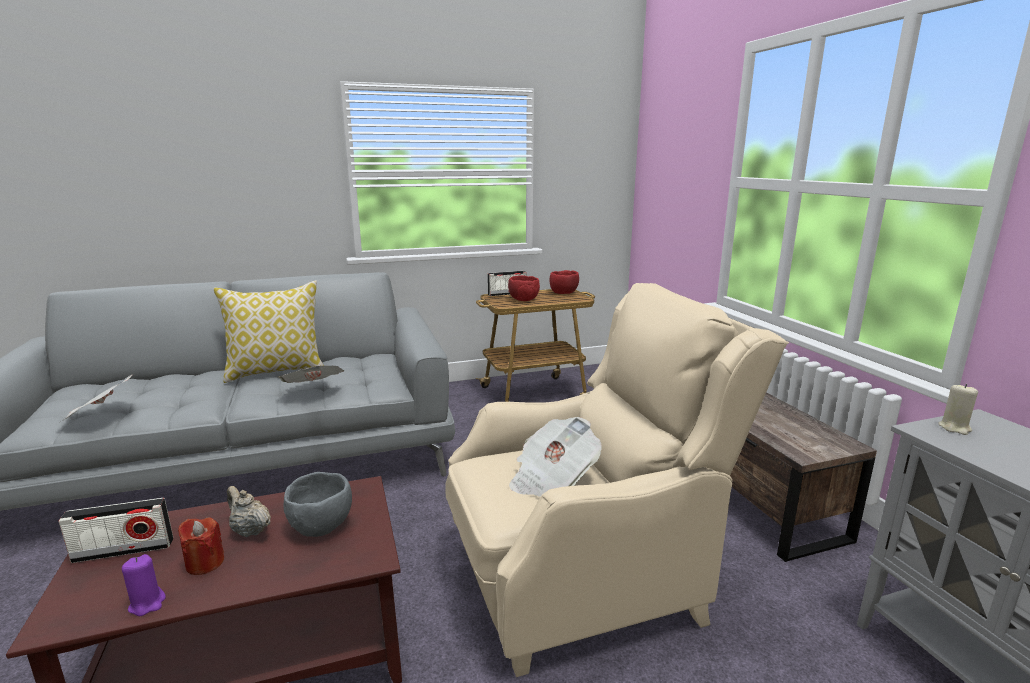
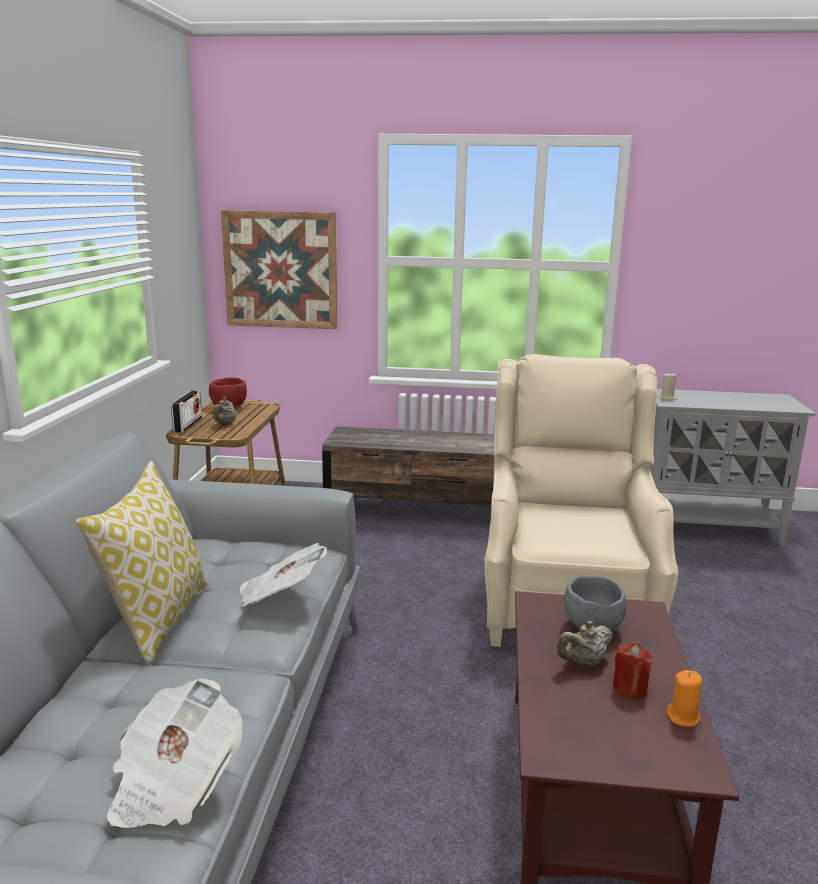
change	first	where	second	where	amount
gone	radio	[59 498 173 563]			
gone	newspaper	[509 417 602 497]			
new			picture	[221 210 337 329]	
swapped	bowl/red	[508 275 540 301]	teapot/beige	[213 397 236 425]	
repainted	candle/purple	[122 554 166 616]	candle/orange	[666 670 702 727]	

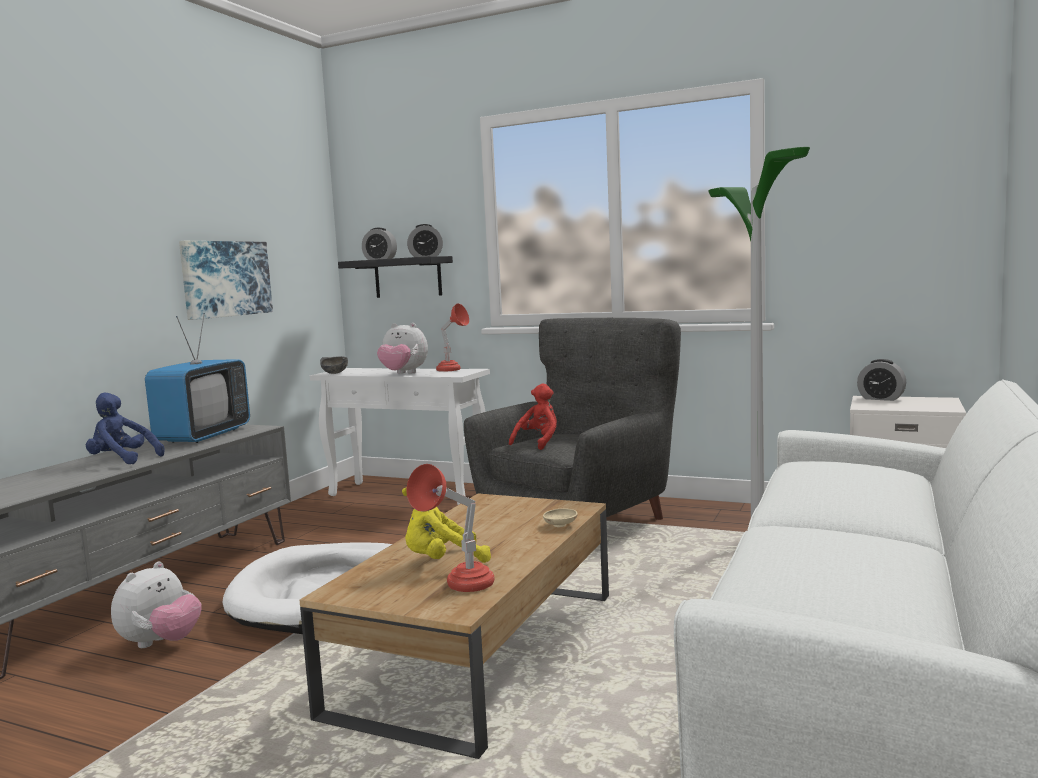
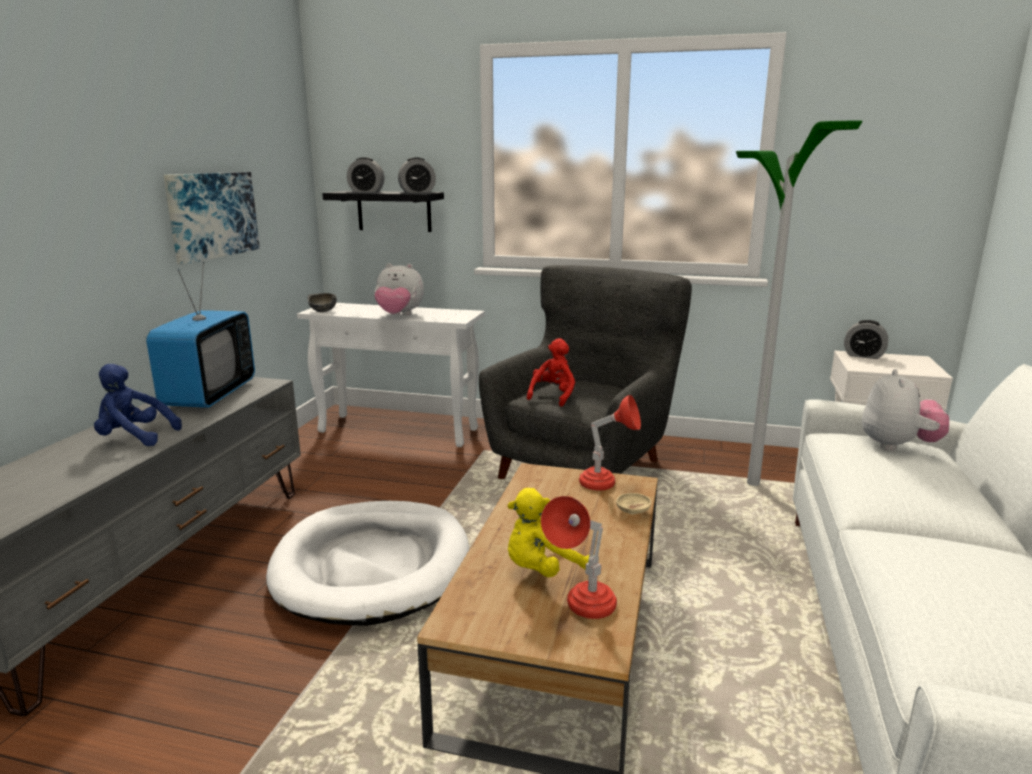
change	first	where	second	where	amount
shifted	plush toy	[111 562 202 648]		[862 369 949 451]	
shifted	table lamp/red	[436 303 469 372]		[579 395 641 491]	

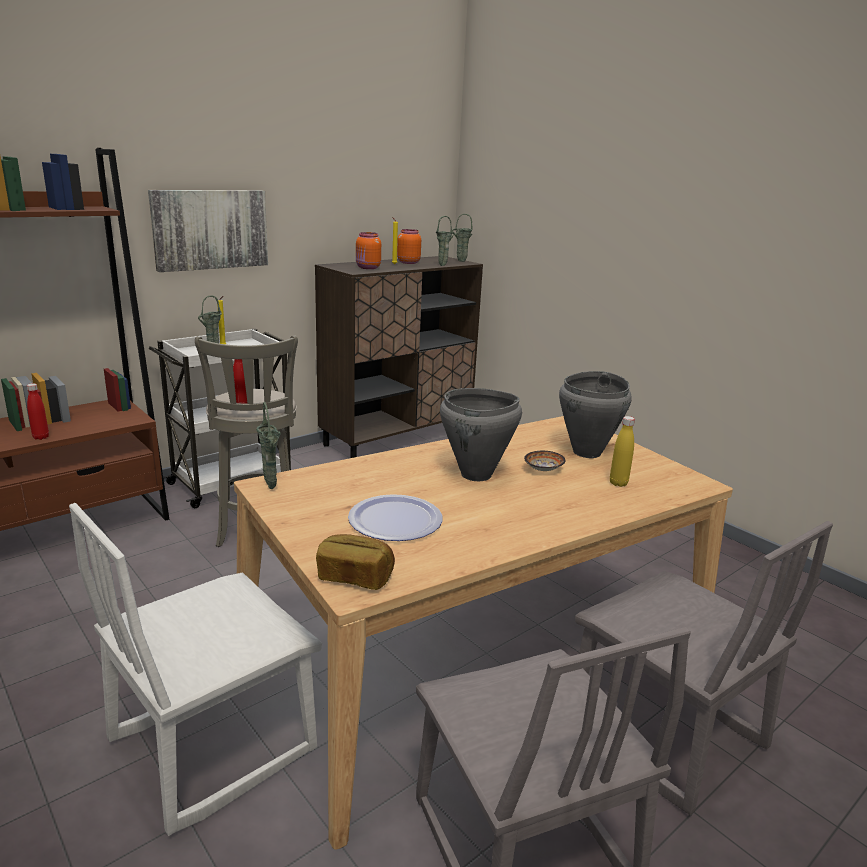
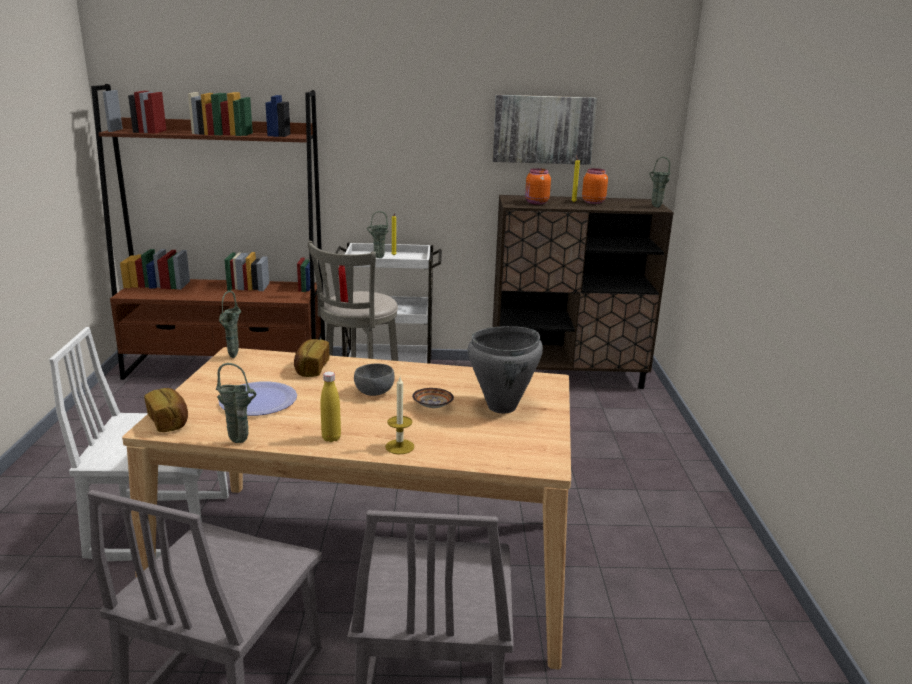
change	first	where	second	where	amount
gone	bottle/red	[27 383 49 440]			
new			bread	[294 339 329 377]	
new			candle	[386 377 414 454]	
shifted	picture	[148 190 268 272]		[492 95 597 165]	
shifted	vase/green	[436 216 455 266]		[216 363 256 443]	
shifted	bottle/yellow	[610 416 635 487]		[320 371 341 442]	
swapped	cooking pot/grey	[440 388 522 481]	bowl/grey	[354 363 395 396]	

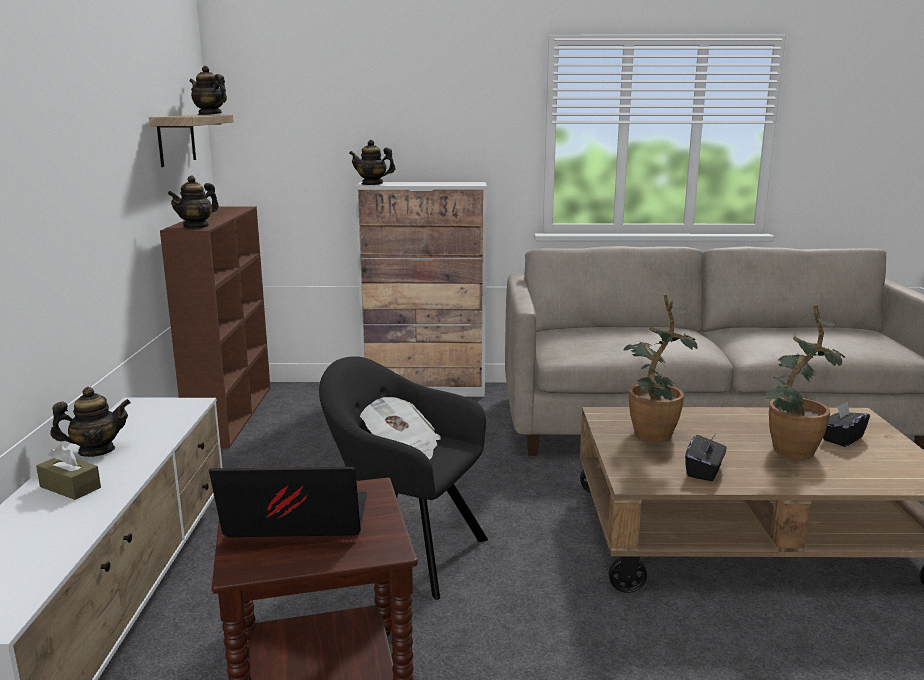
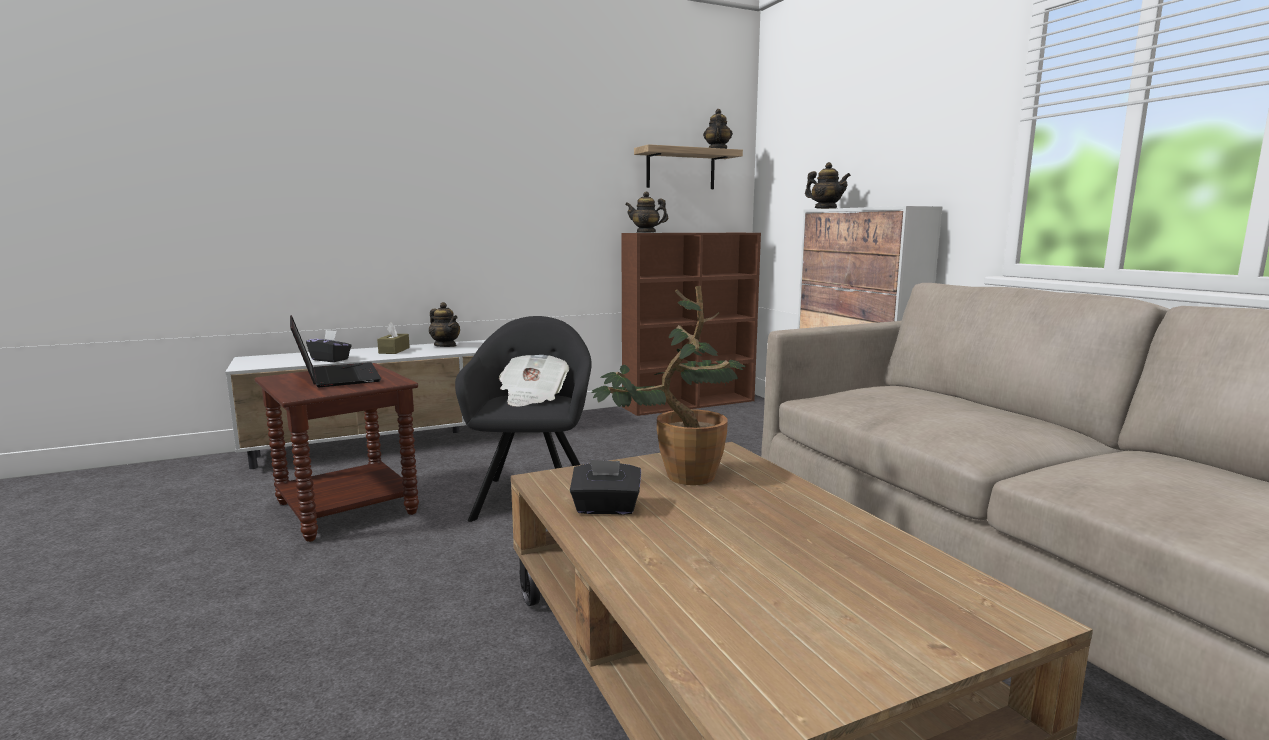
change	first	where	second	where	amount
gone	potted plant	[766 304 845 460]			
shifted	tissue box/black	[823 401 870 447]		[306 330 351 362]	
rotated	teapot	[349 140 396 185]		[805 162 851 209]	150 degrees clockwise

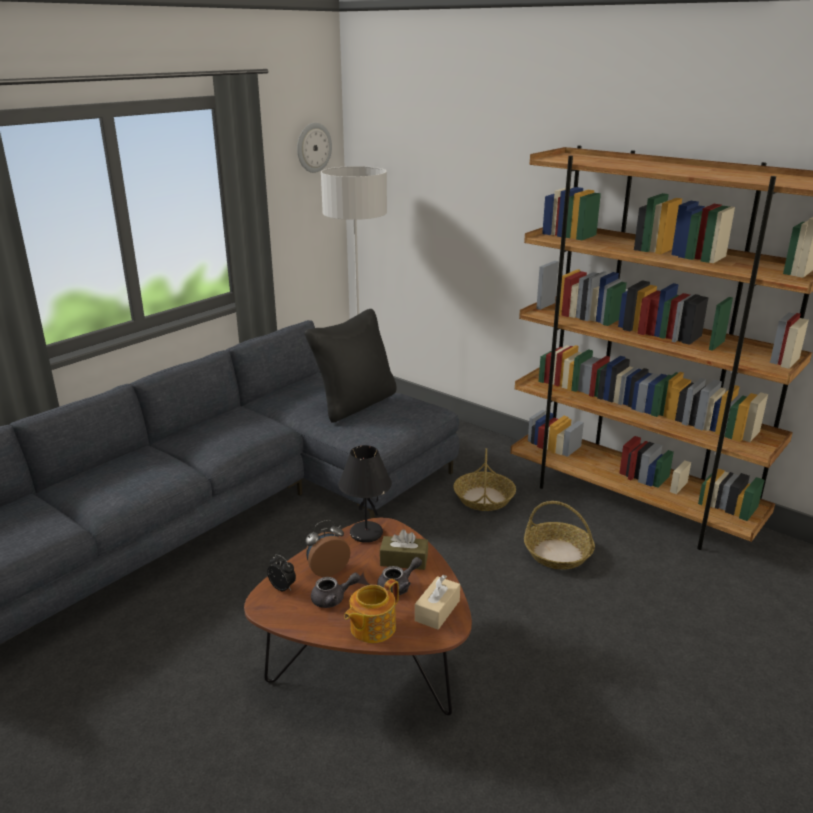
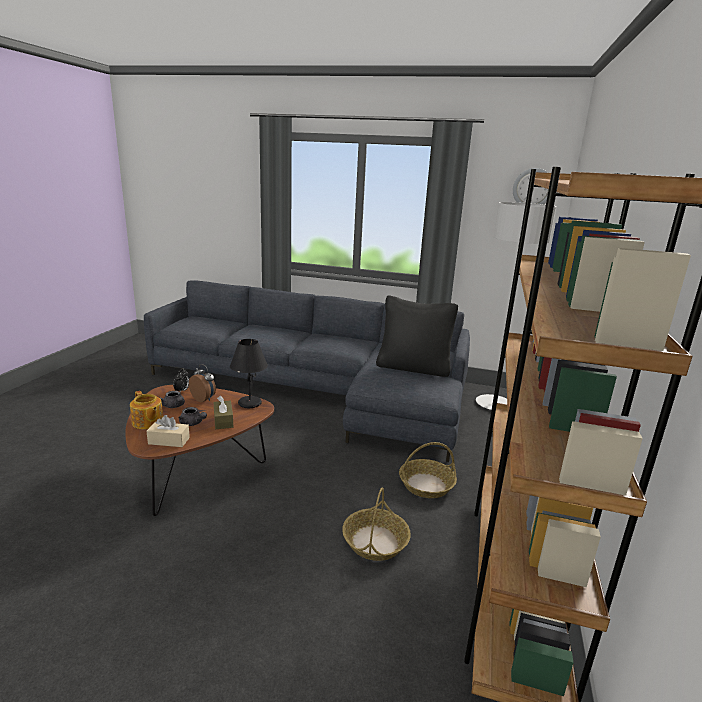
change	first	where	second	where	amount
rotated	teapot	[344 579 399 643]		[130 391 163 429]	150 degrees counterclockwise

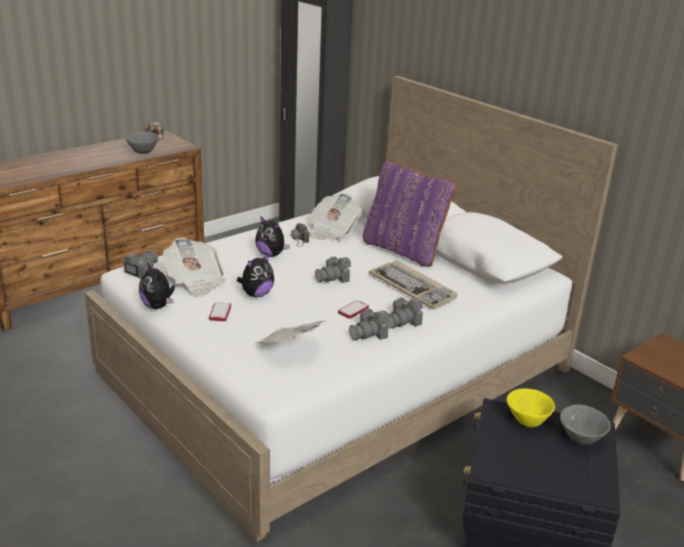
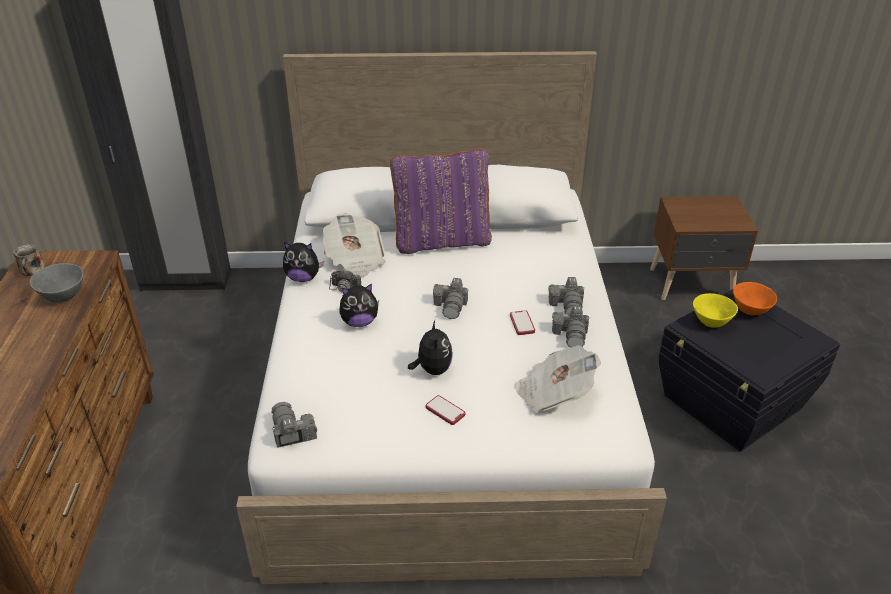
change	first	where	second	where	amount
gone	newspaper	[163 238 225 297]			
gone	keyboard	[369 261 457 309]			
shifted	plush toy	[139 262 175 309]		[283 242 324 282]	
repainted	bowl/grey	[560 404 611 445]	bowl/orange	[733 282 777 315]	

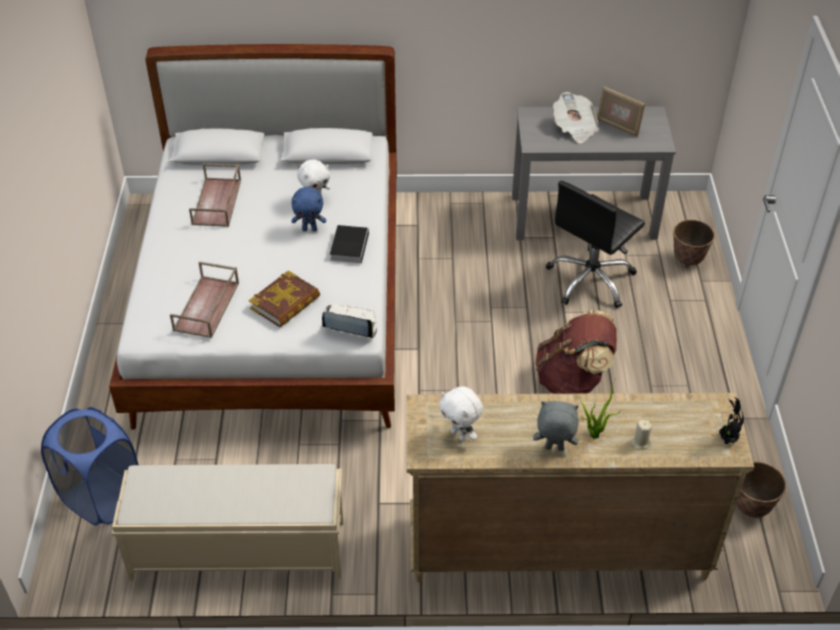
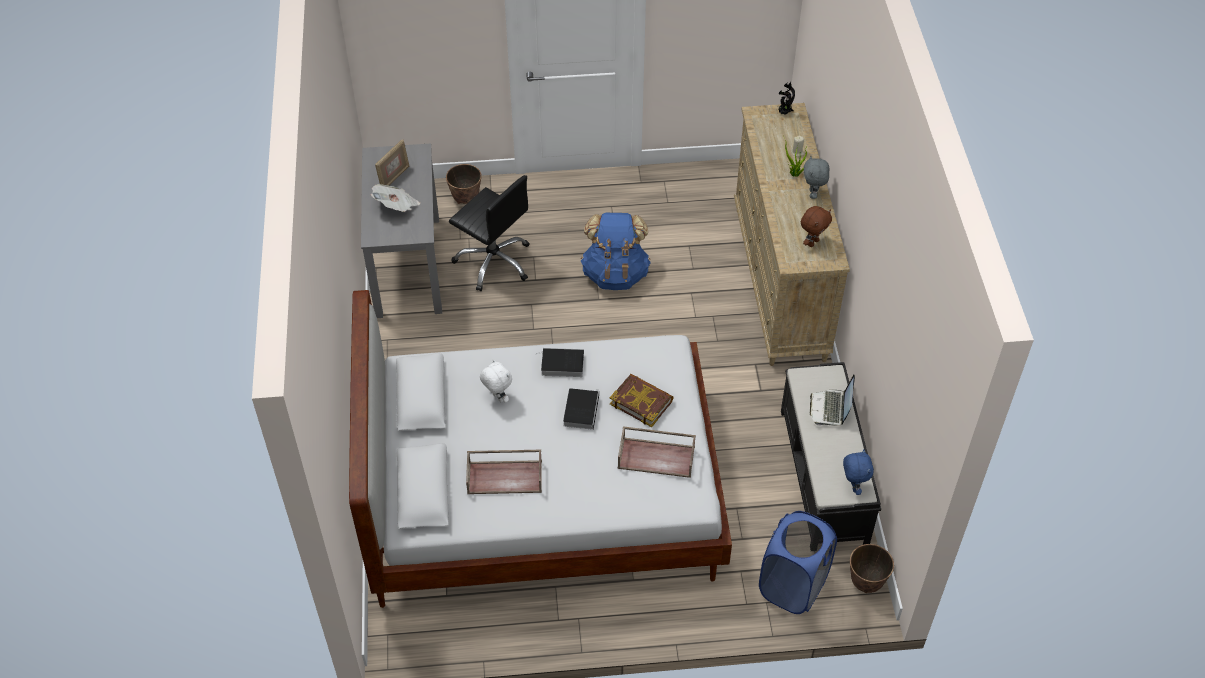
change	first	where	second	where	amount
new			book	[563 388 599 430]	
shifted	plush toy/blue	[291 187 326 231]		[843 449 874 495]	
shifted	laptop	[322 304 377 339]		[810 374 855 426]	
shifted	planter	[736 461 786 518]		[850 544 894 593]	
repainted	bench/beige	[111 464 344 581]	bench/black	[781 362 881 545]	
repainted	plush toy/white	[439 386 483 442]	plush toy/brown	[801 206 832 247]	
repainted	backpack/brown	[536 310 617 394]	backpack/blue	[581 213 651 290]	

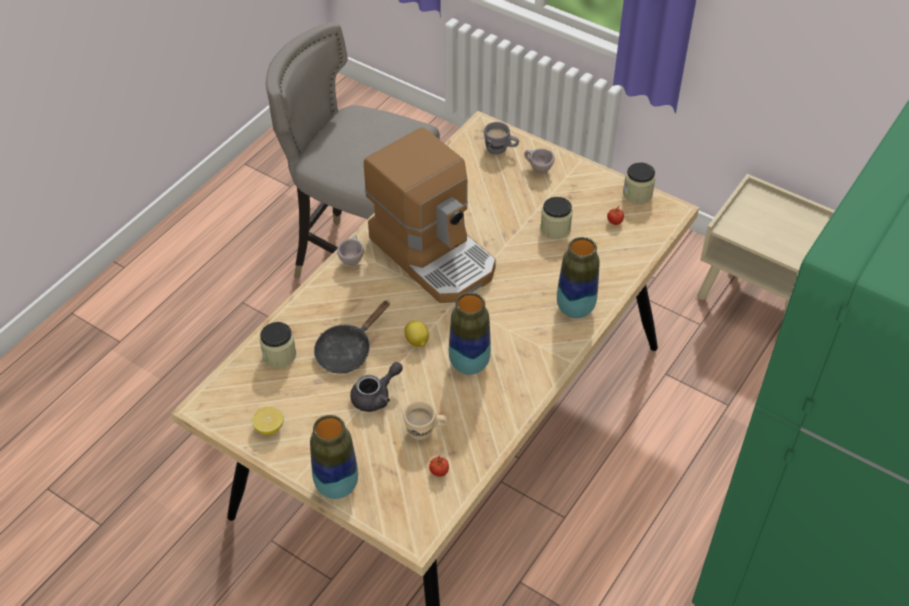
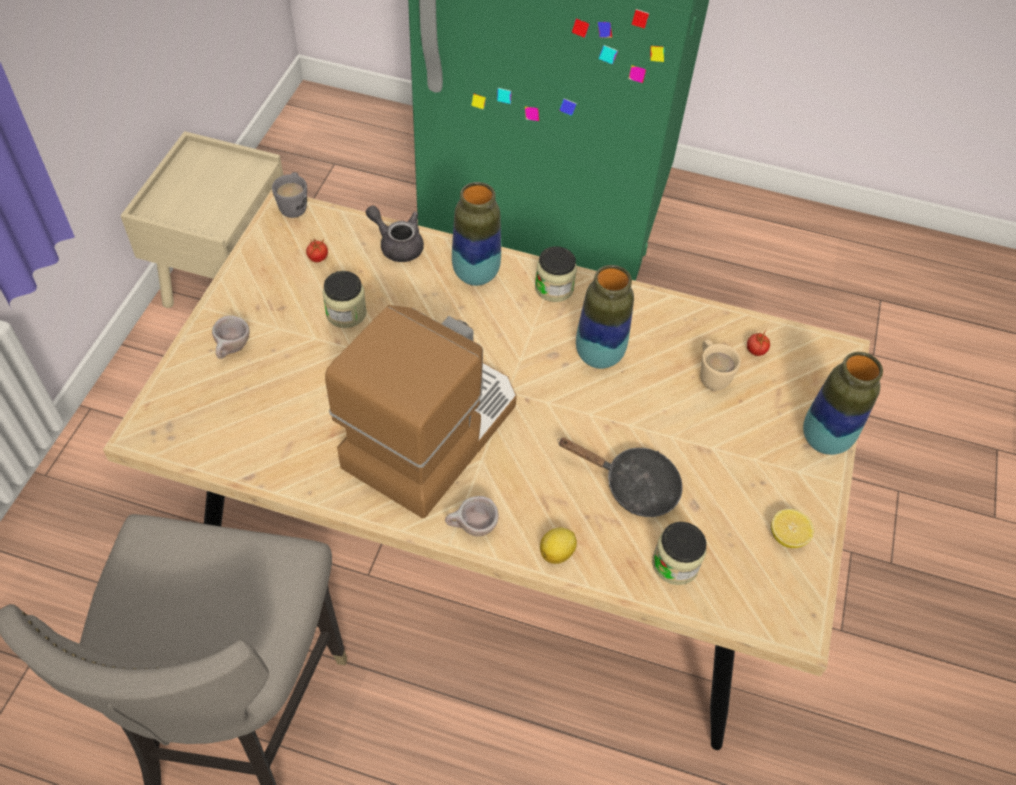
change	first	where	second	where	amount
shifted	teapot/grey	[350 362 403 412]		[365 205 424 262]	
shifted	lemon	[404 321 429 347]		[540 527 577 564]	
shifted	mug/grey	[484 122 519 155]		[272 172 307 218]	
shifted	jar	[623 162 656 204]		[535 246 577 302]	

